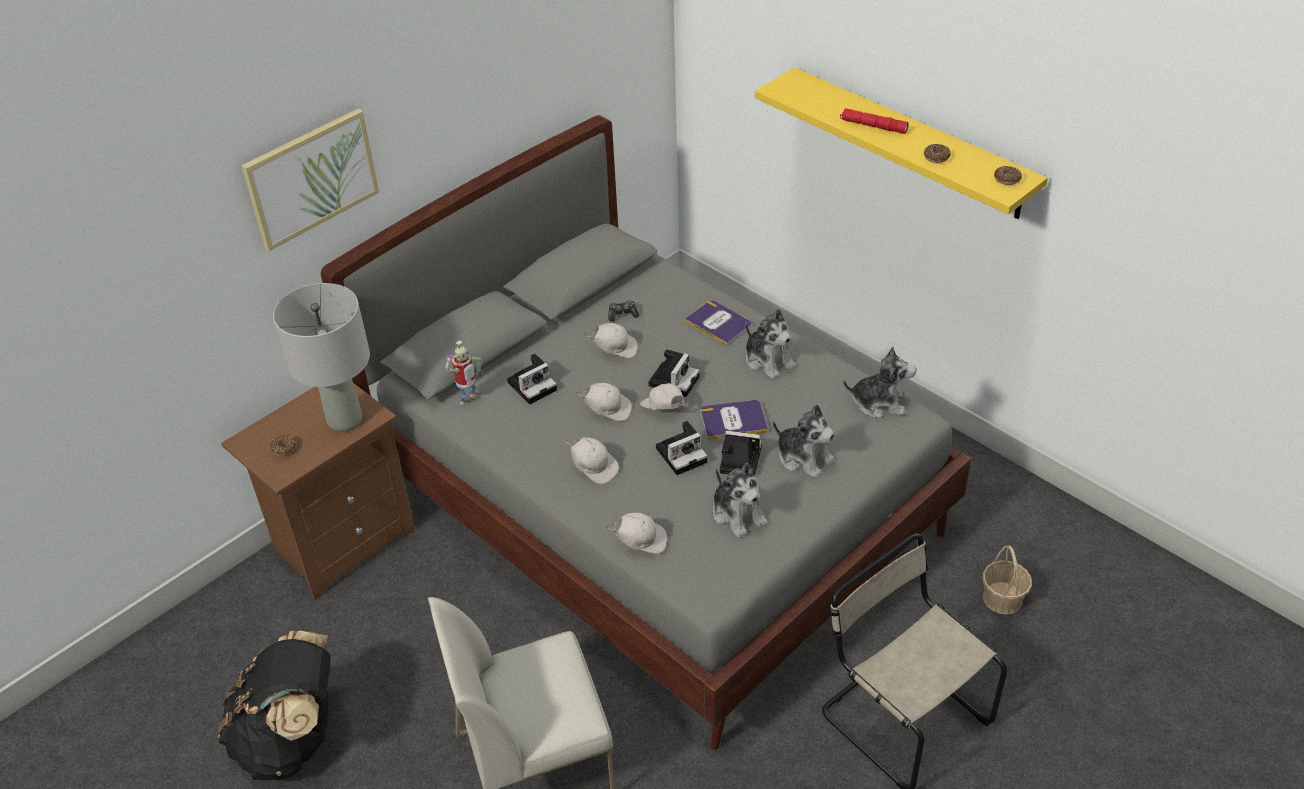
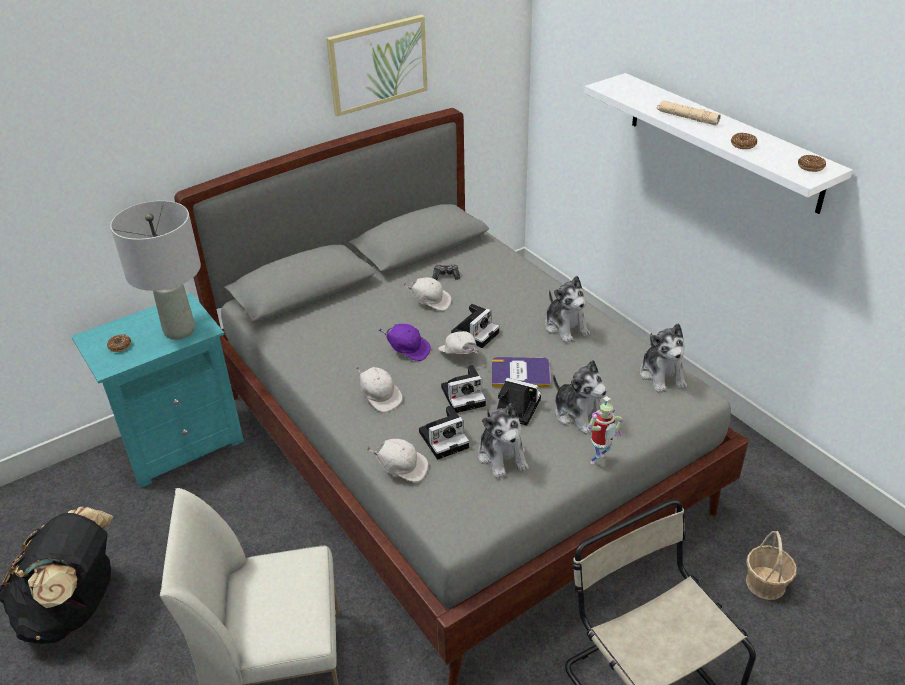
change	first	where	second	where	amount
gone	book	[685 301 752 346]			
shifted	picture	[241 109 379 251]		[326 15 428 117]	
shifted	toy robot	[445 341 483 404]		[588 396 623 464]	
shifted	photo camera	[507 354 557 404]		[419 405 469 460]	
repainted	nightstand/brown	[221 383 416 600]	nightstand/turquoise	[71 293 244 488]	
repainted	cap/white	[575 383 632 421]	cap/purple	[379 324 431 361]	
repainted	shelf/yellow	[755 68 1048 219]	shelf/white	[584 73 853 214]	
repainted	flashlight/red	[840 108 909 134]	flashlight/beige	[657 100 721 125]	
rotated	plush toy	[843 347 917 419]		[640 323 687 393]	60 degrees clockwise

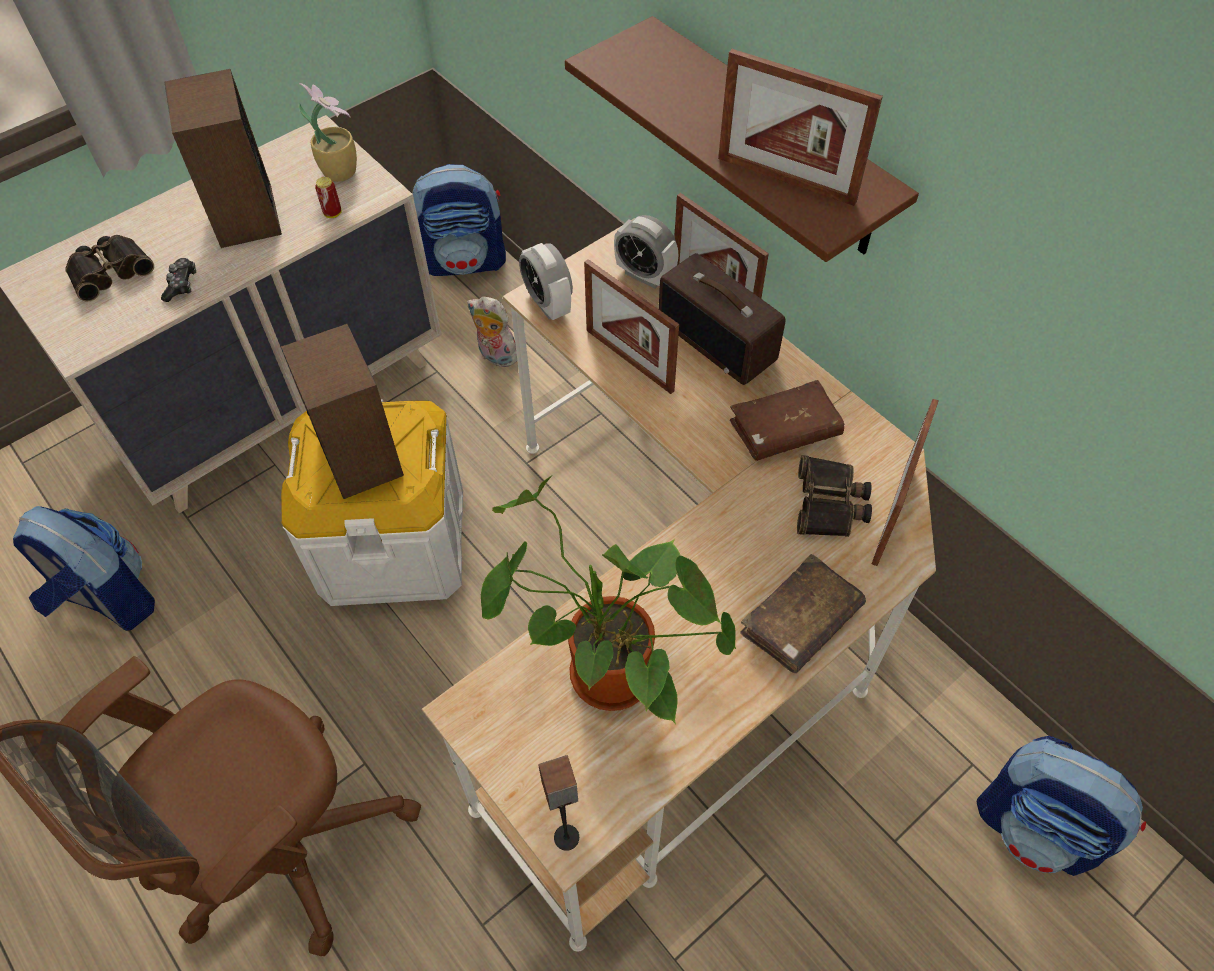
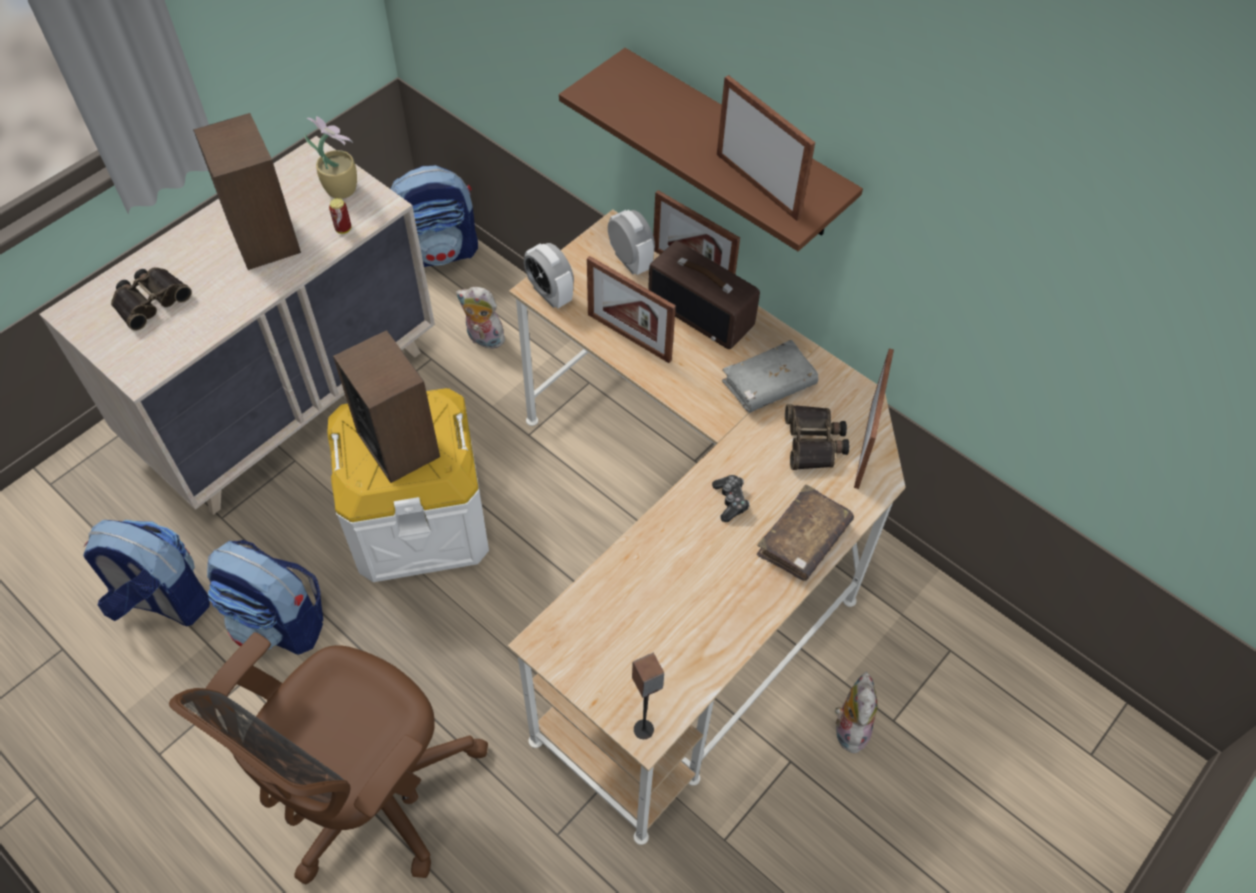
change	first	where	second	where	amount
gone	potted plant	[481 476 736 724]			
new			plush toy	[833 672 877 757]	
shifted	game controller	[161 258 196 302]		[712 475 750 522]	
shifted	backpack	[977 736 1146 876]		[207 540 323 655]	
repainted	book/brown	[730 380 844 461]	book/grey	[722 340 818 413]	
rotated	alarm clock	[614 215 678 289]		[608 210 655 275]	150 degrees counterclockwise
rotated	picture frame	[718 49 883 206]		[717 75 815 221]	150 degrees counterclockwise

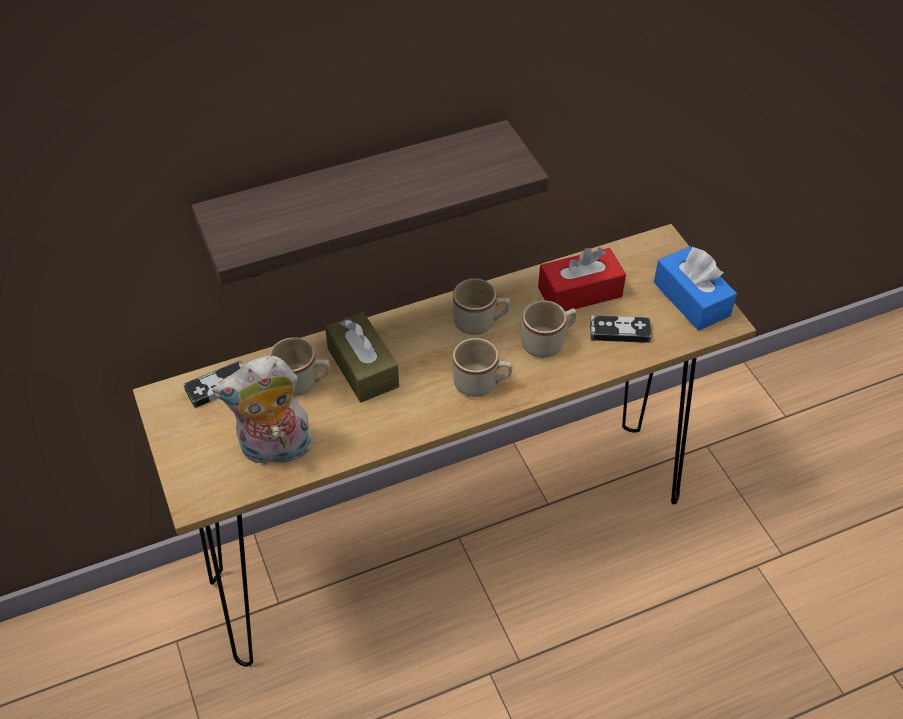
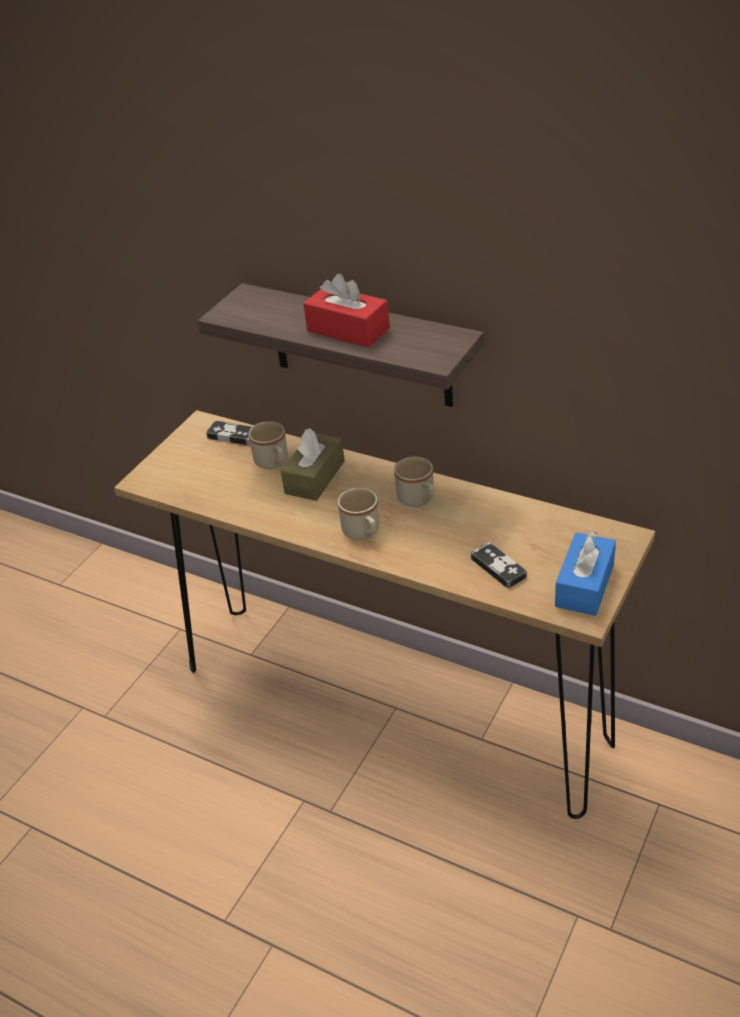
change	first	where	second	where	amount
gone	plush toy	[212 356 313 466]			
gone	mug/beige	[521 300 576 358]			
shifted	tissue box/red	[538 247 626 311]		[303 274 390 348]	

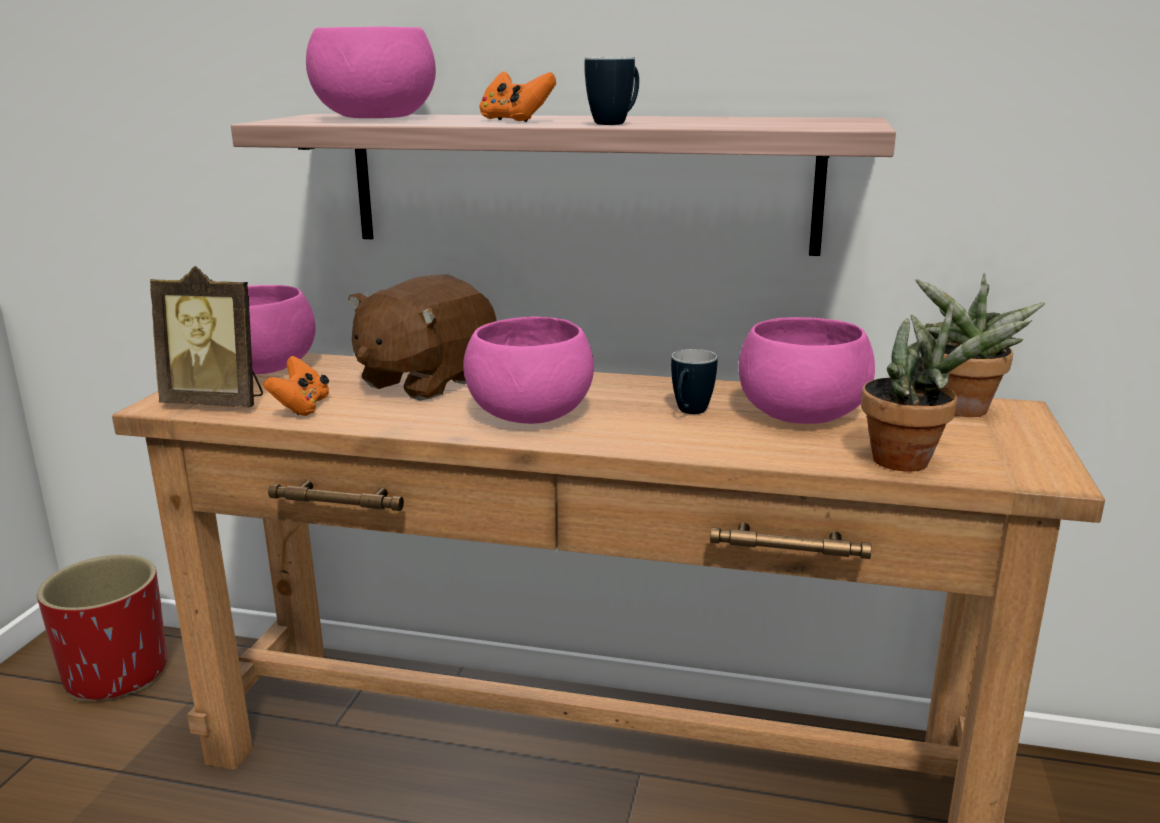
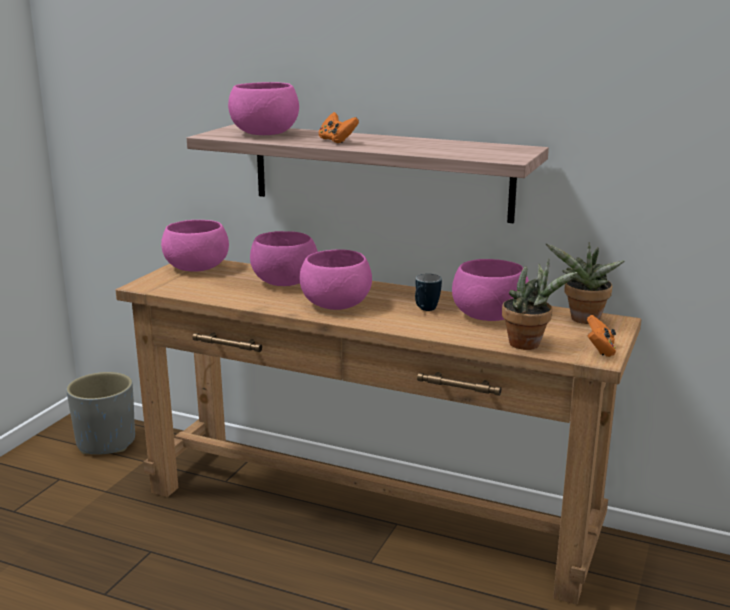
change	first	where	second	where	amount
gone	picture frame	[150 266 263 407]			
gone	mug	[585 57 639 125]			
shifted	game controller/orange	[263 356 329 416]		[587 315 616 357]	
swapped	plush toy/brown	[348 274 497 401]	bowl/pink	[250 231 318 286]	
repainted	planter/red	[37 555 167 701]	planter/grey	[66 372 135 455]	

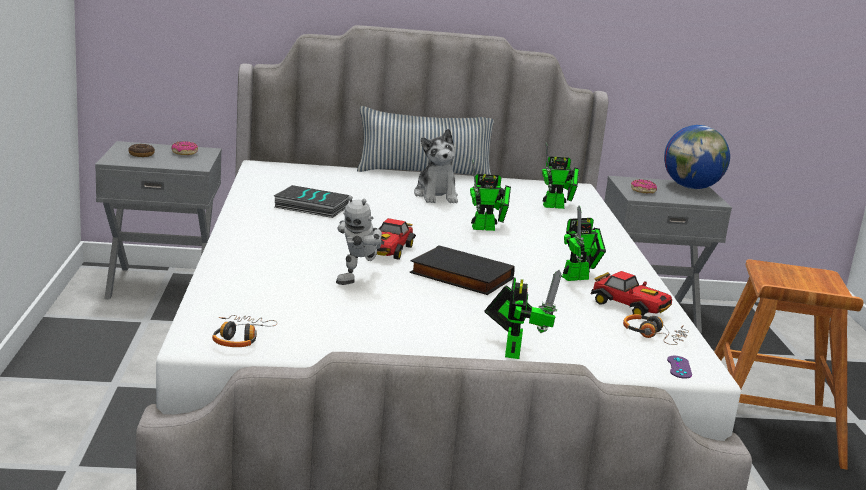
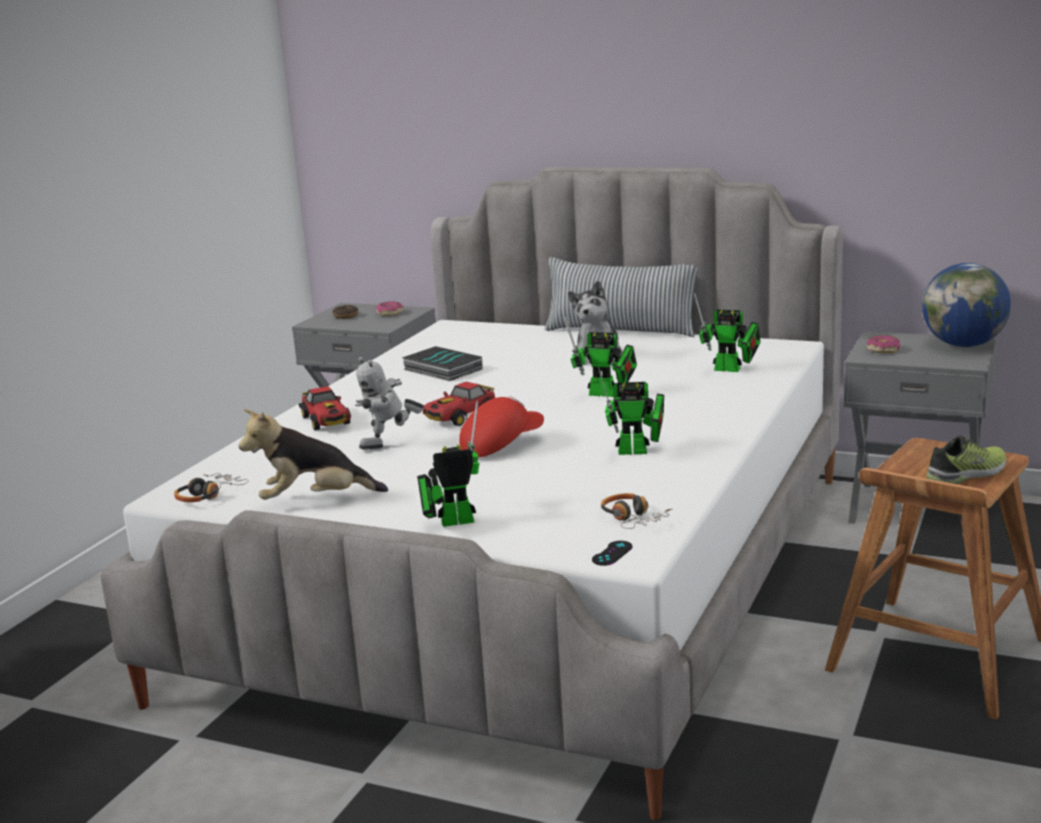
change	first	where	second	where	amount
new			plush toy	[239 409 388 500]	
new			shoe	[927 435 1006 484]	
shifted	toy car	[591 271 672 316]		[299 386 351 430]	
swapped	book/black	[409 245 515 295]	cap/red	[459 396 544 458]	
repainted	game controller/purple	[667 356 692 379]	game controller/black	[592 541 633 566]	
rotated	toy robot	[485 270 562 359]		[417 401 480 527]	135 degrees counterclockwise

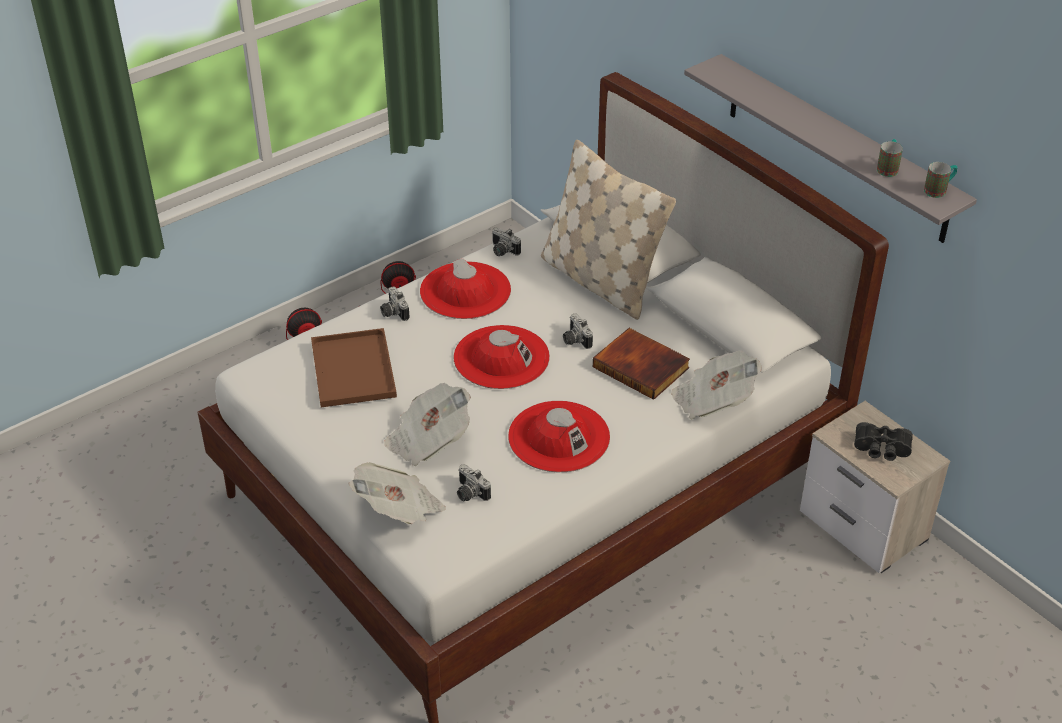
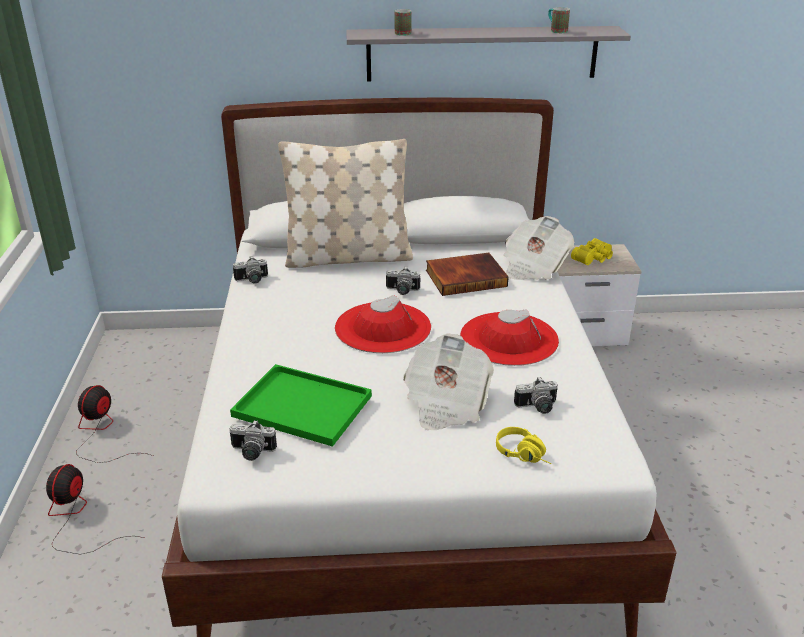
change	first	where	second	where	amount
gone	hat/red	[420 259 511 319]			
shifted	photo camera	[380 286 410 321]		[229 420 277 461]	
shifted	mug	[924 162 958 198]		[395 9 412 36]	
swapped	newspaper	[348 462 446 524]	headphones/yellow	[496 427 551 464]	
repainted	tray/brown	[311 328 397 407]	tray/green	[230 364 372 447]	
repainted	binoculars/black	[854 422 913 461]	binoculars/yellow	[571 238 613 265]	

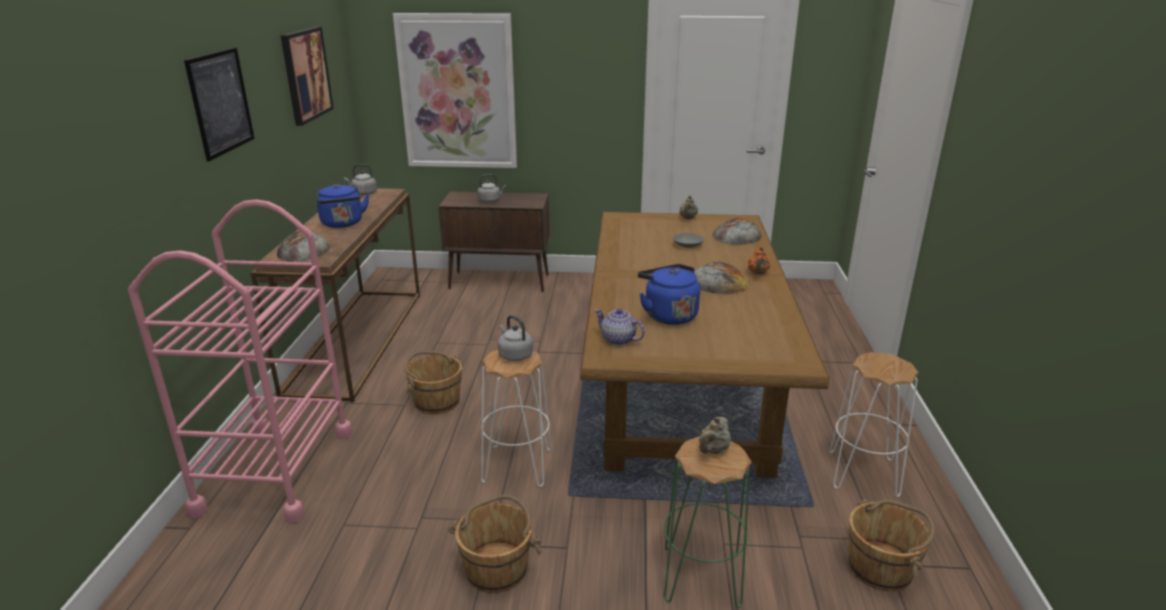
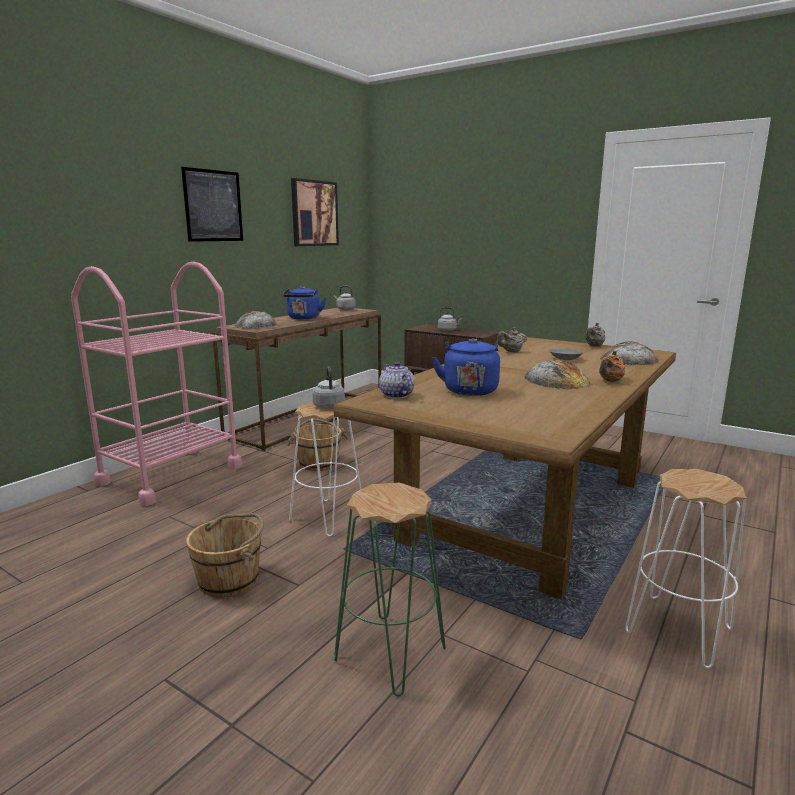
change	first	where	second	where	amount
gone	picture	[393 13 517 168]			
gone	bucket/brown	[849 499 935 592]			
shifted	teapot/beige	[699 416 731 454]		[497 327 527 352]	

